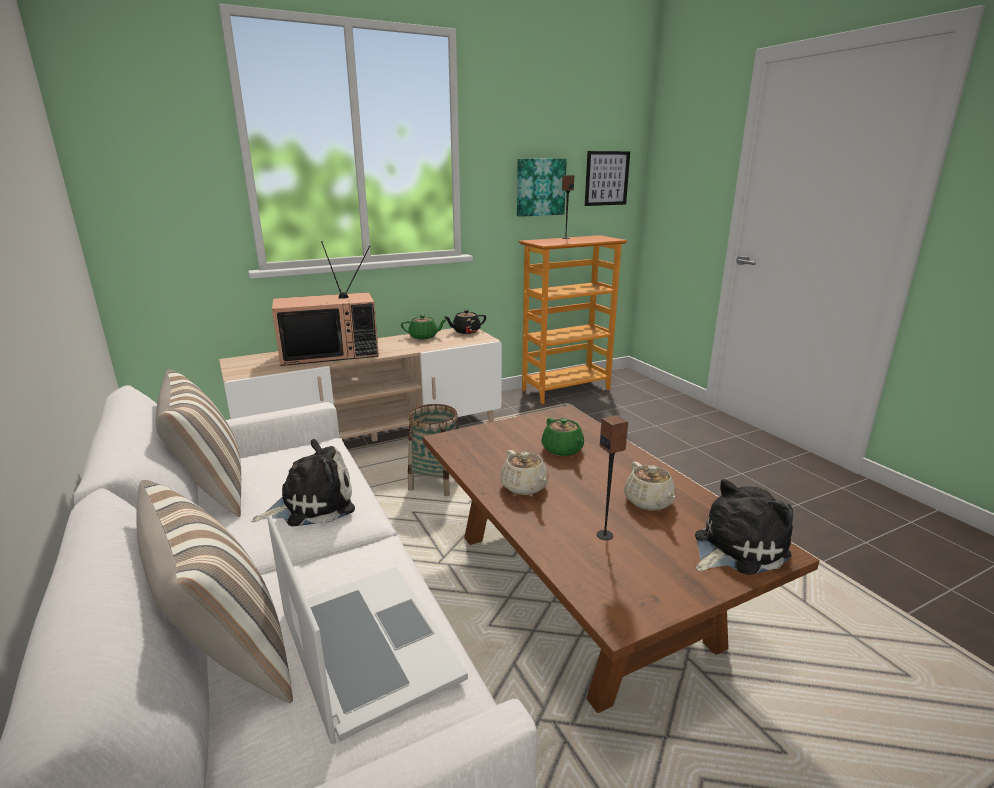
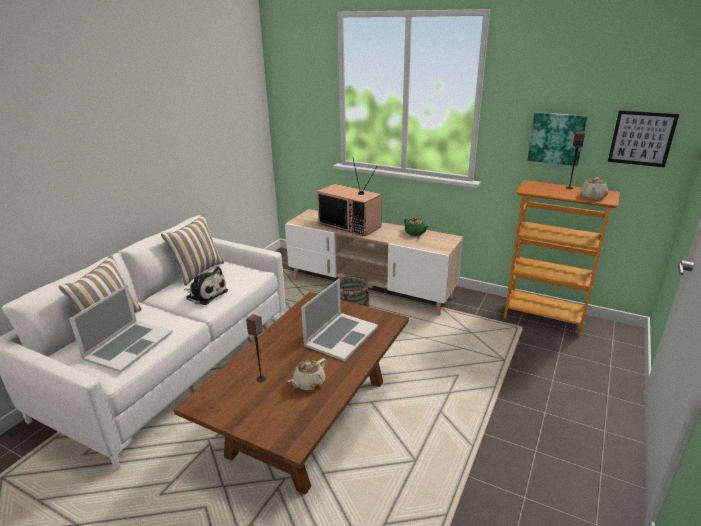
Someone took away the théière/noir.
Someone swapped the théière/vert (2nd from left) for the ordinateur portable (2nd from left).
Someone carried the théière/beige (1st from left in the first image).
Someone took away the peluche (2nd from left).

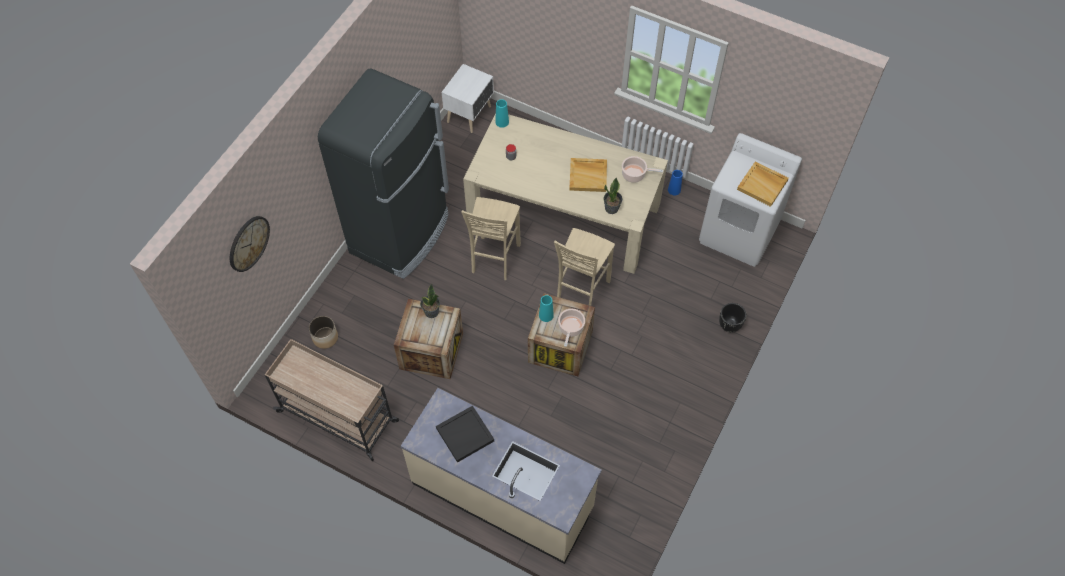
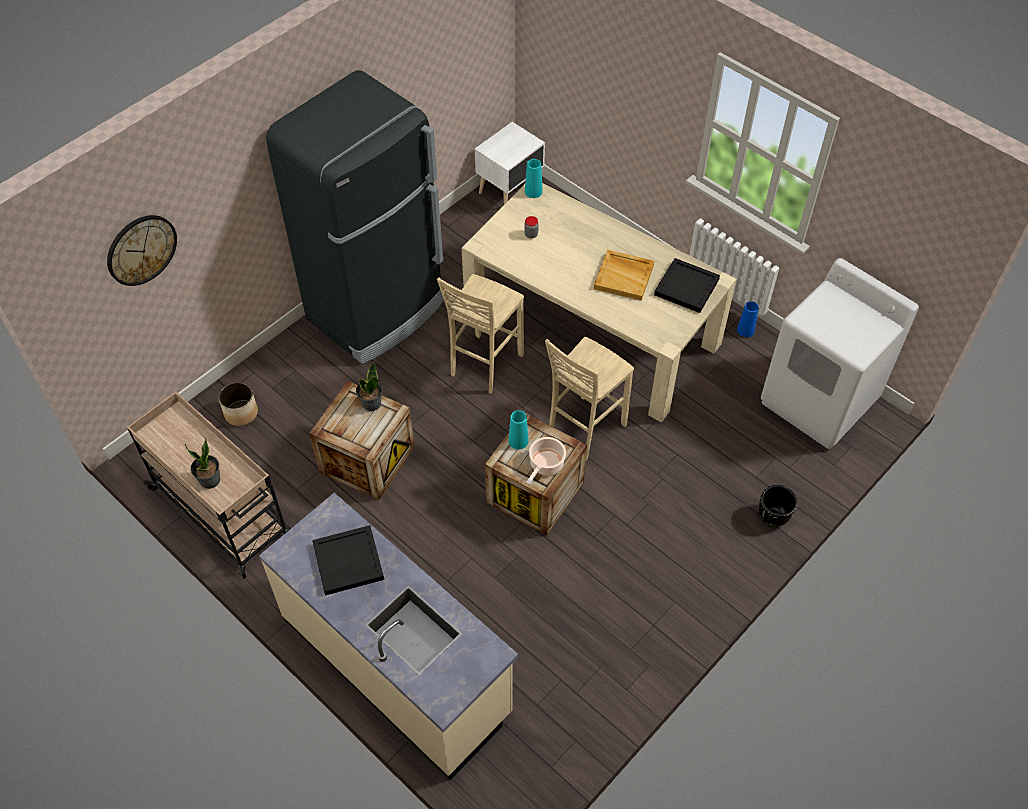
Someone swapped the marmite (2nd from left) for the plateau/noir (2nd from left).
Someone took away the plateau/beige (2nd from left).
Someone carried the plante en pot (2nd from left in the first image).

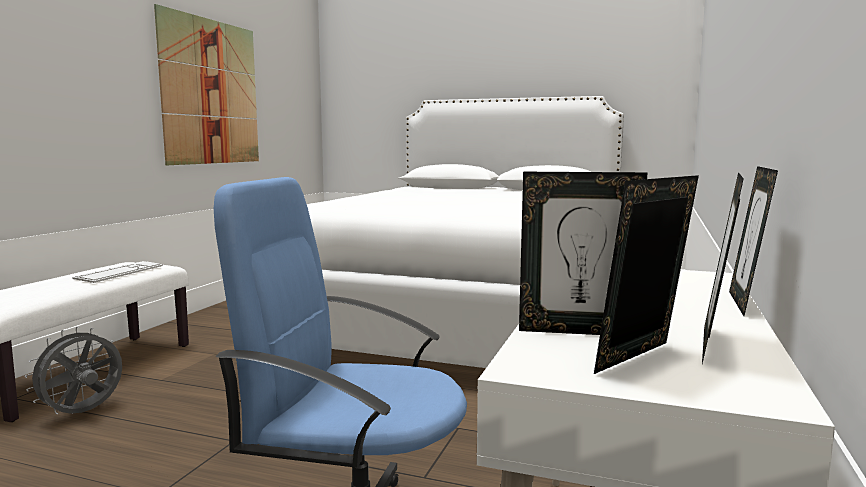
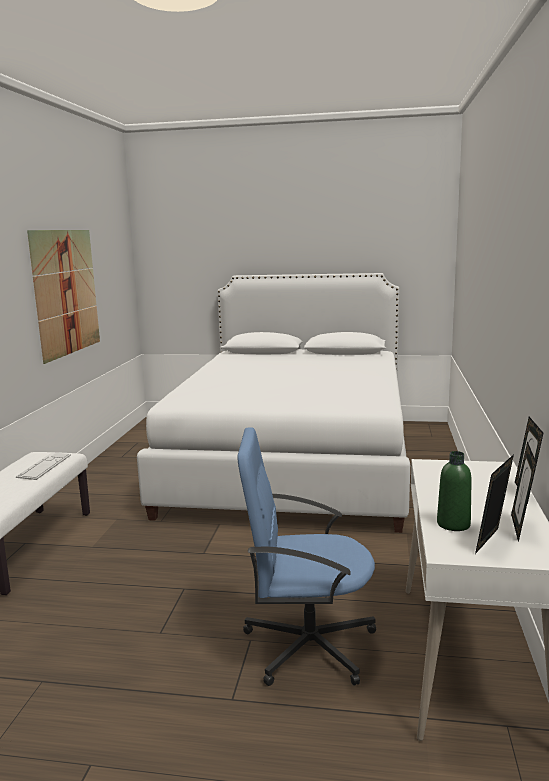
Someone swapped the cadre photo (1st from left) for the bouteille/vert.
Someone took away the ventilateur/gris.

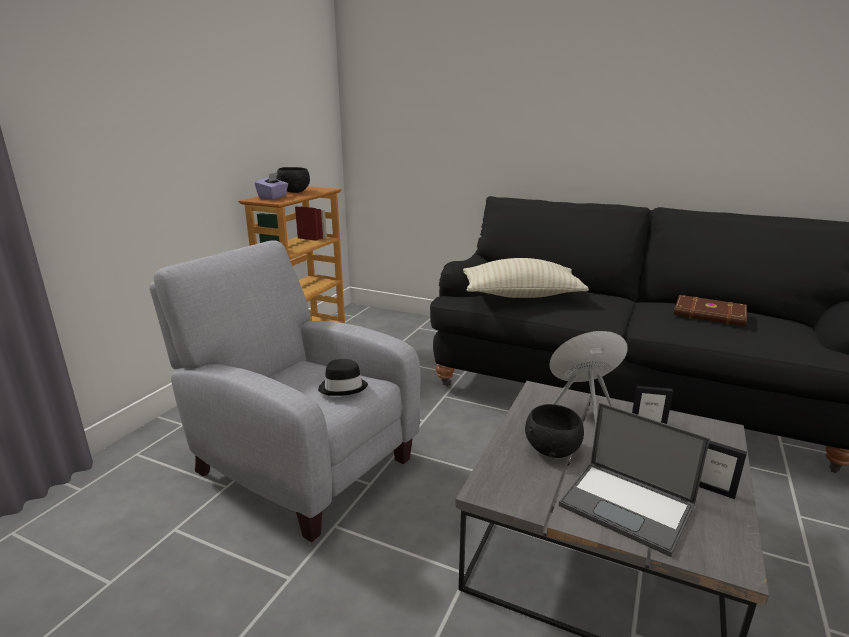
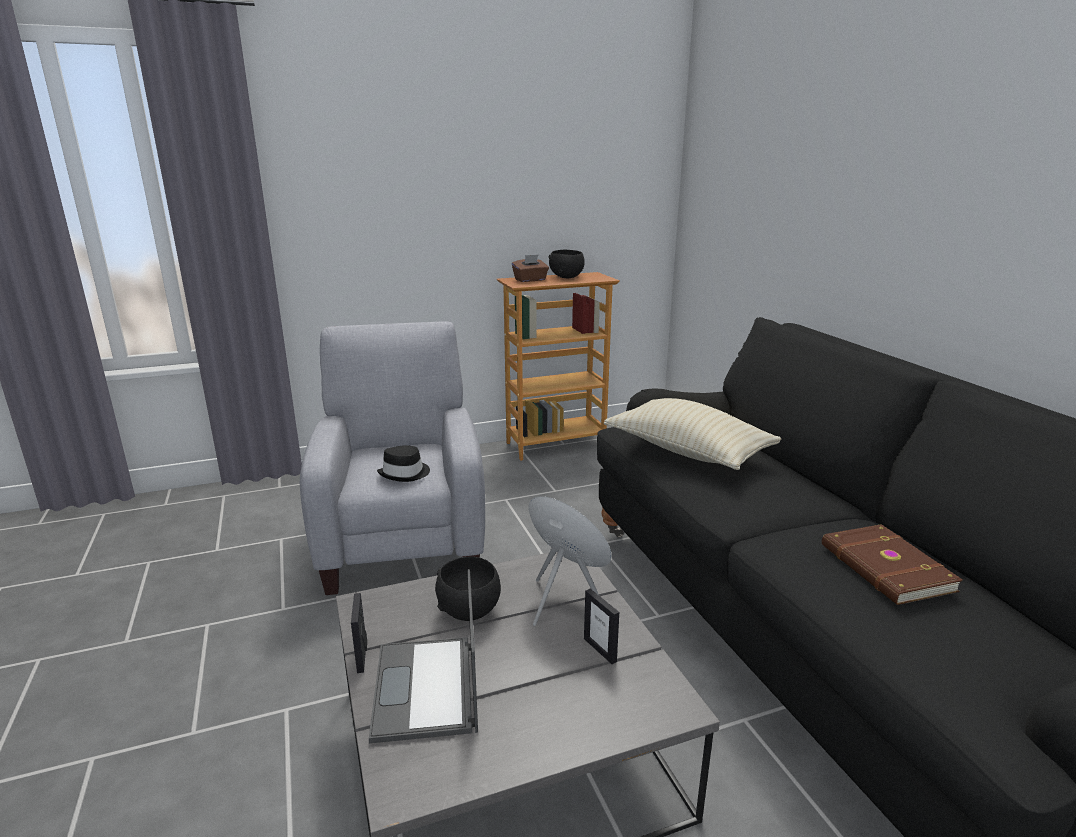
Someone repainted the boîte à mouchoirs/violet, which became the boîte à mouchoirs/marron.
Someone carried the cadre photo (2nd from left in the first image).

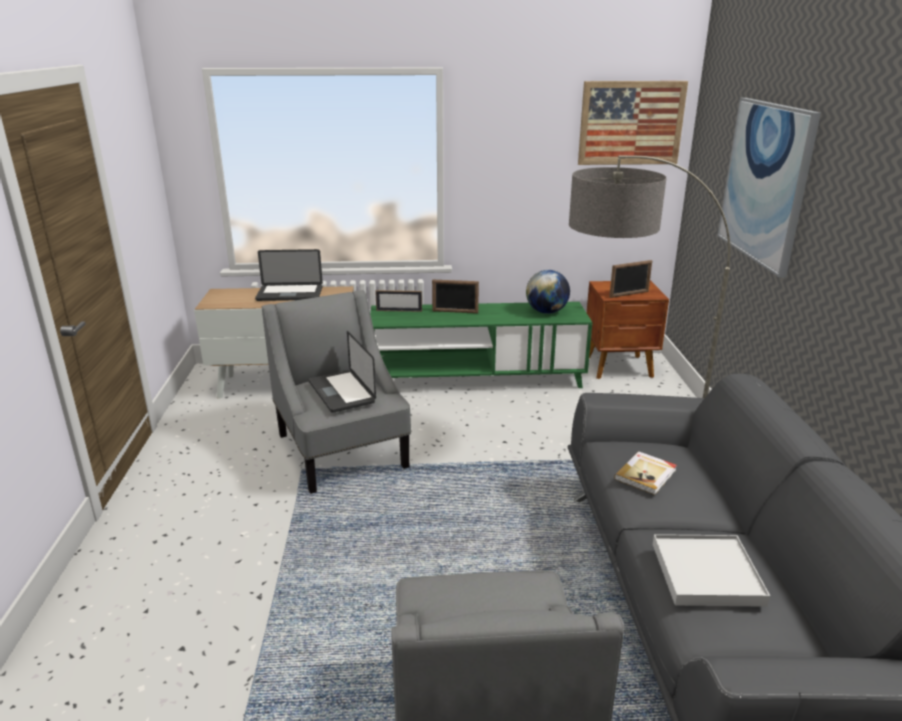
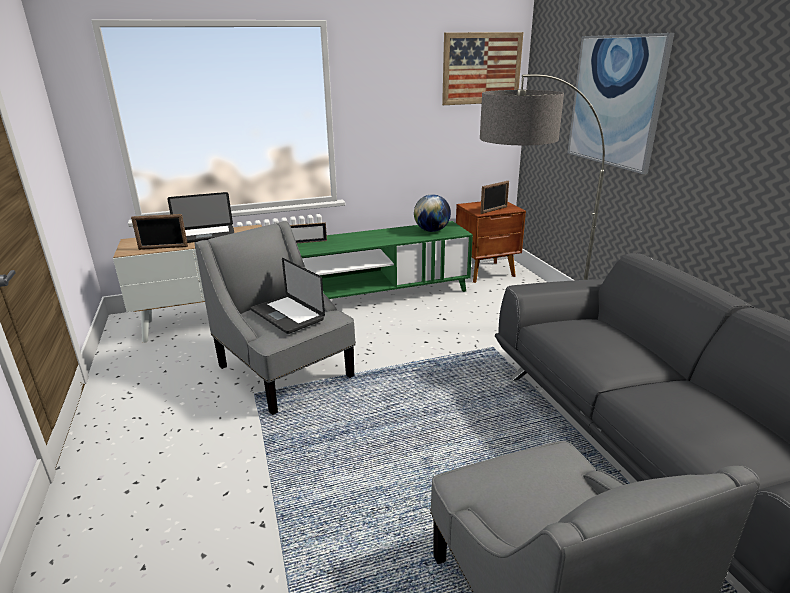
Someone carried the cadre photo (2nd from left in the first image).
Someone took away the livre.
Someone took away the plateau/blanc.

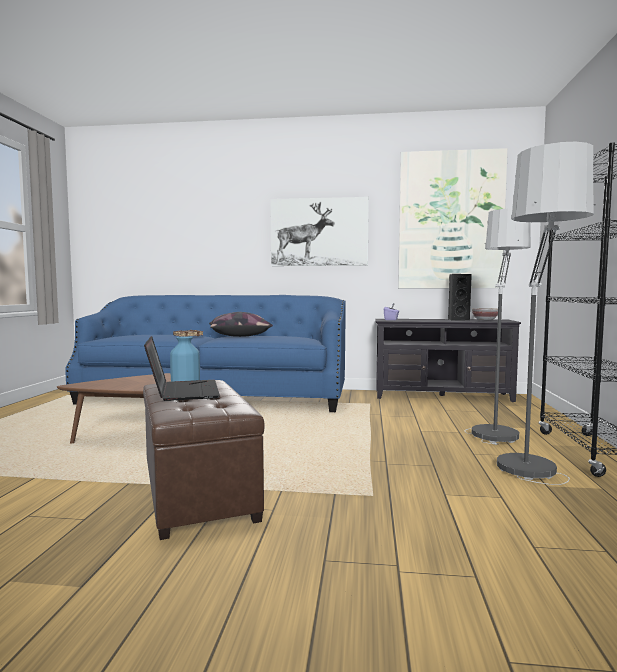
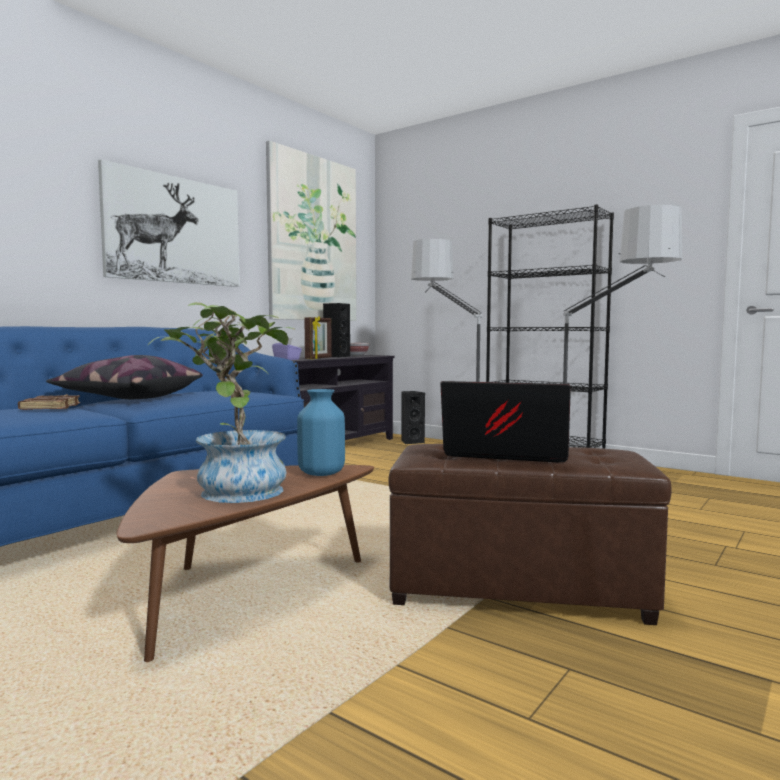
Someone put down the plante en pot.
Someone put down the cadre photo.
Someone put down the enceinte/noir (2nd from left).

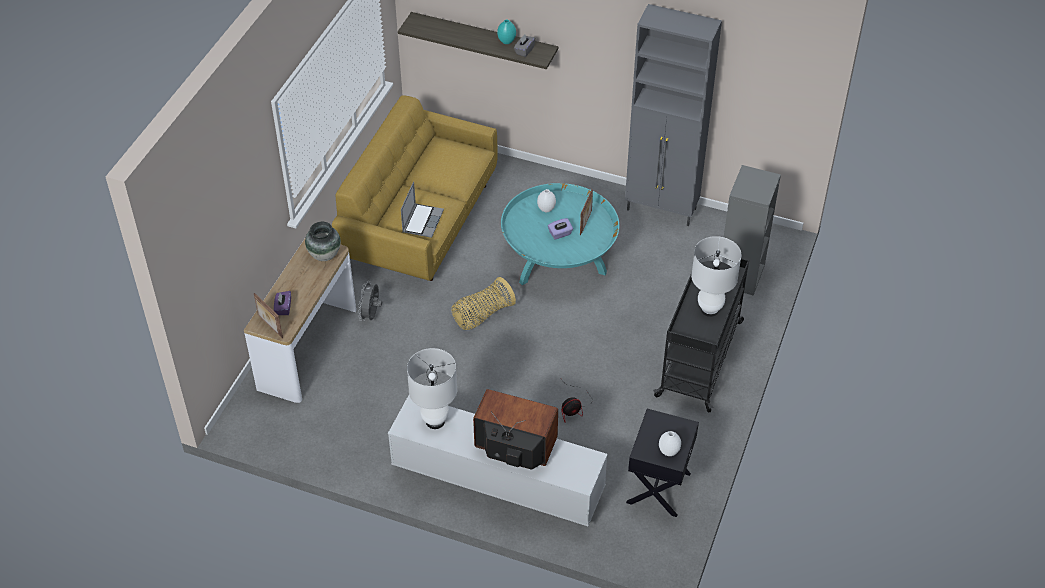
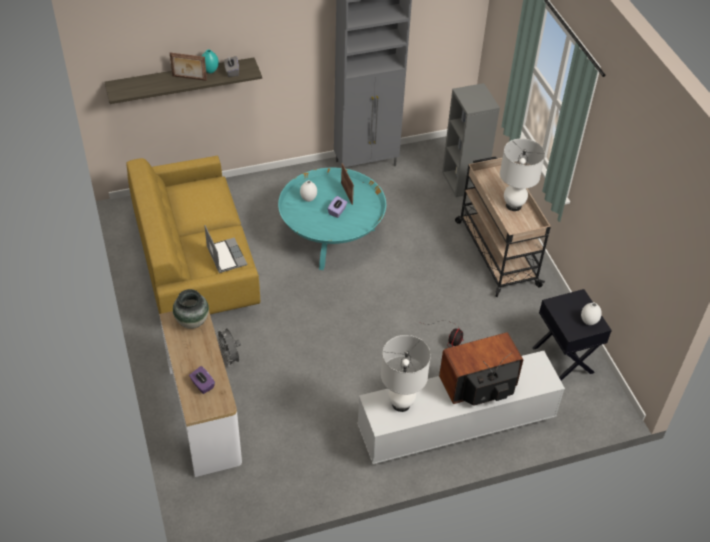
Someone repainted the chariot/noir, which became the chariot/beige.
Someone took away the panier.
Someone carried the cadre photo (1st from left).

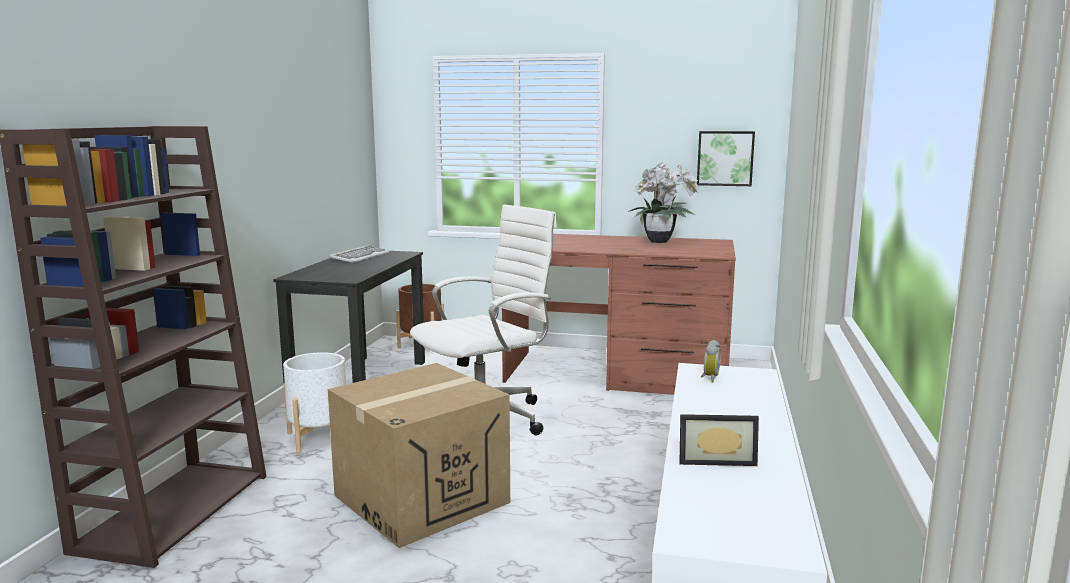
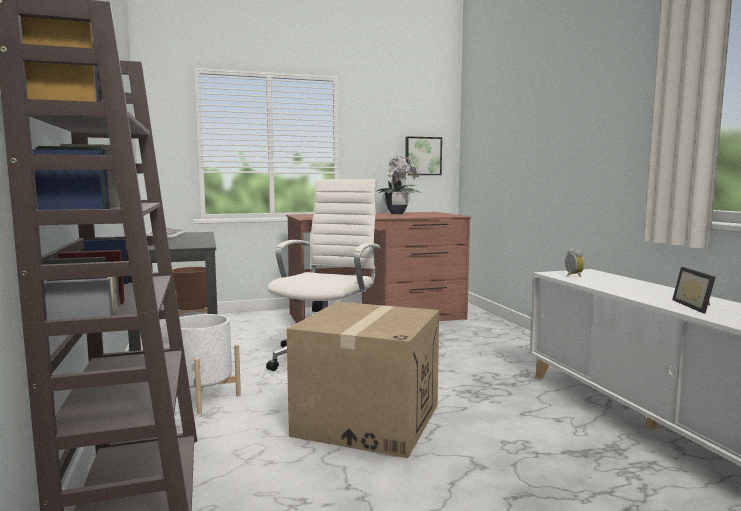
Someone rotated the cadre photo by 120 degrees clockwise.

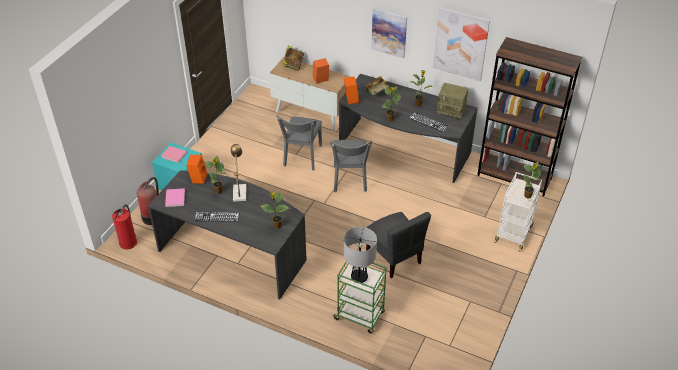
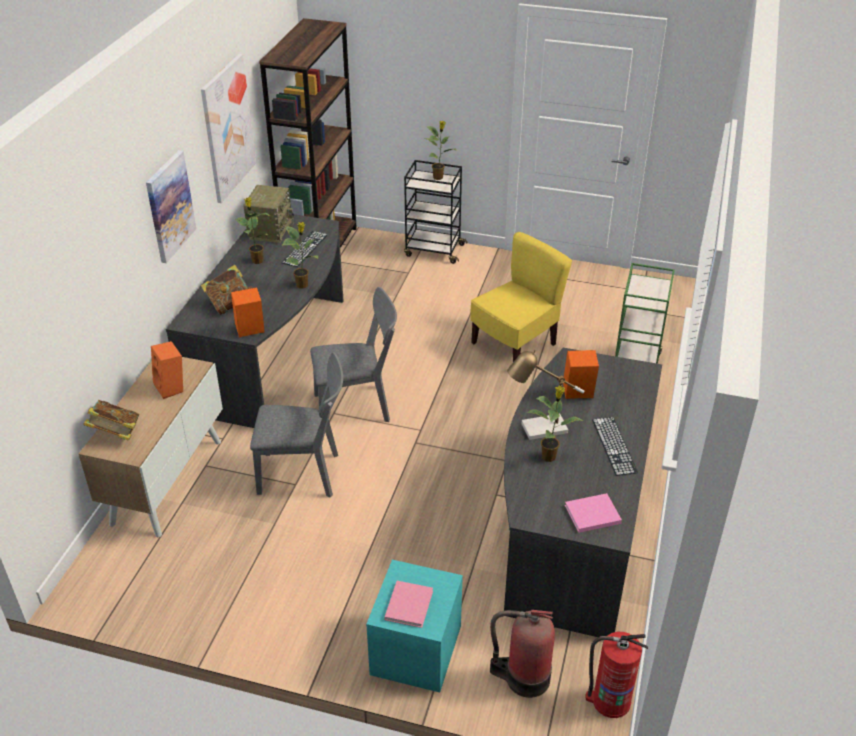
Someone carried the enceinte/orange (1st from left in the first image).
Someone repainted the chariot/blanc, which became the chariot/noir.
Someone took away the plante en pot (2nd from left).
Someone repainted the chaise/gris (3rd from left), which became the chaise/jaune.
Someone took away the lampe de table (2nd from left).

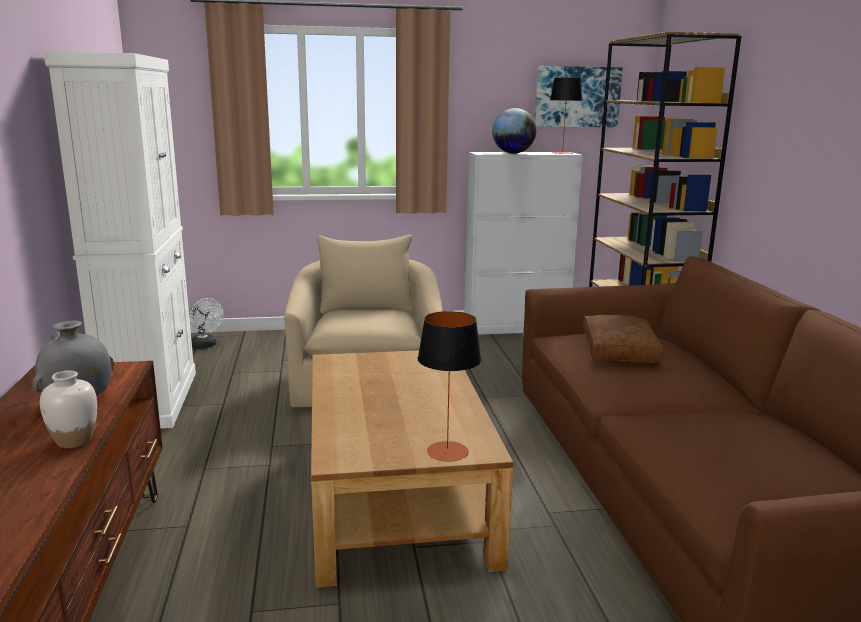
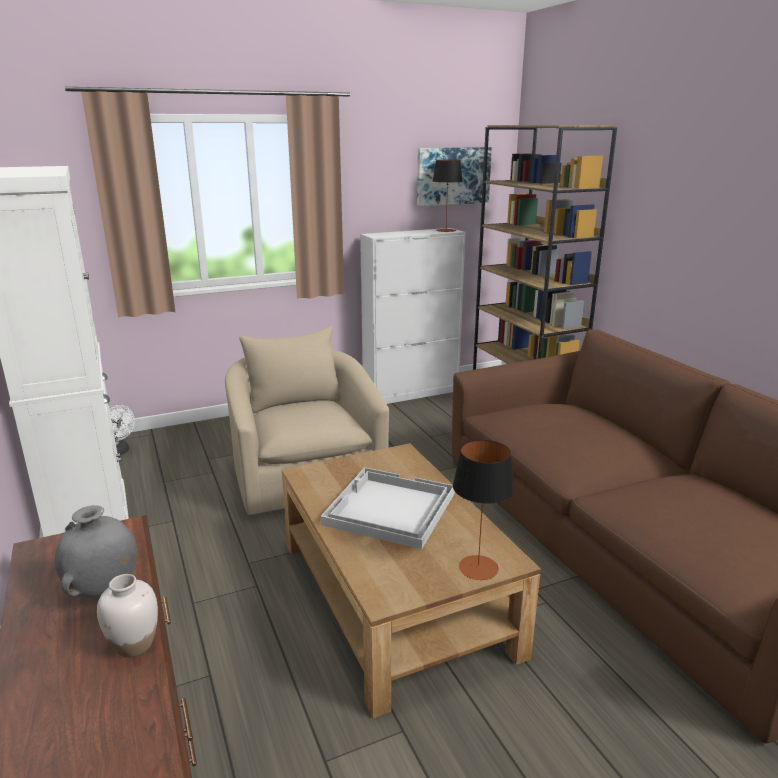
Someone took away the globe.
Someone took away the coussin/marron.
Someone put down the plateau/blanc.

